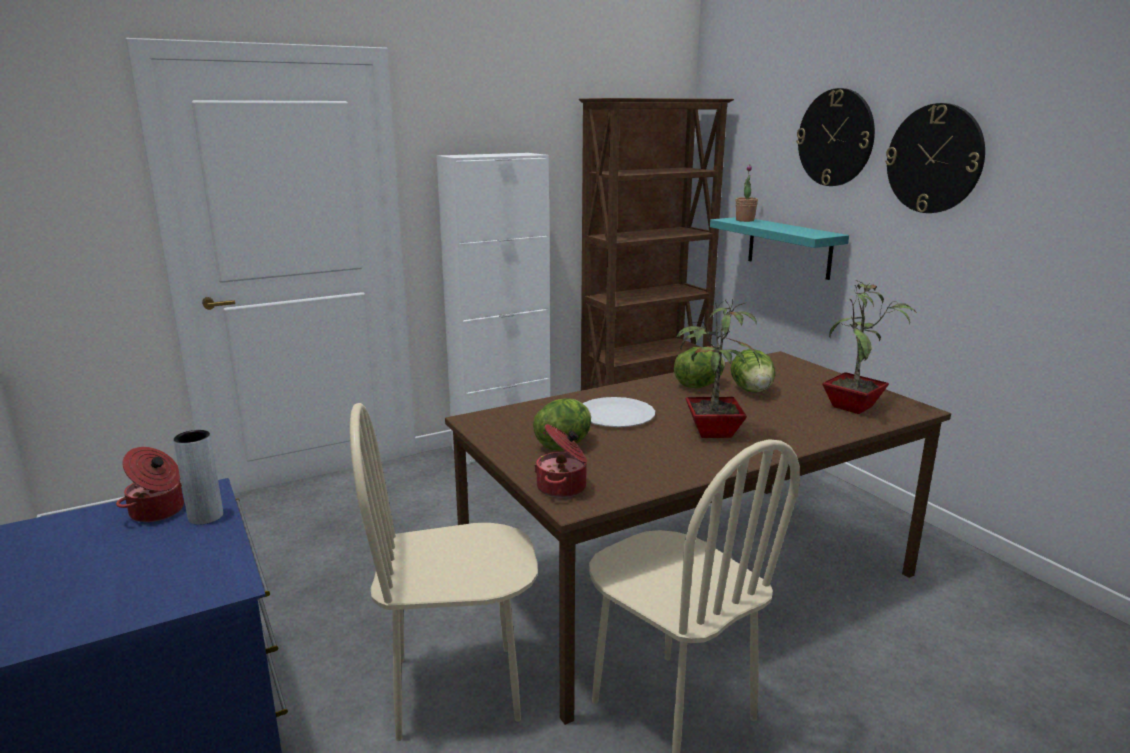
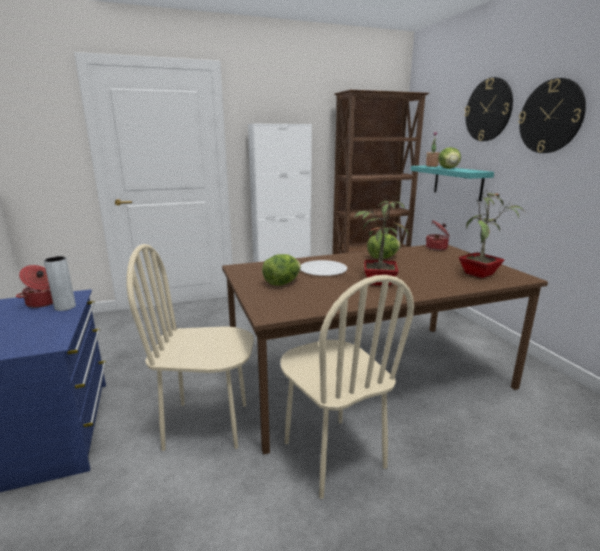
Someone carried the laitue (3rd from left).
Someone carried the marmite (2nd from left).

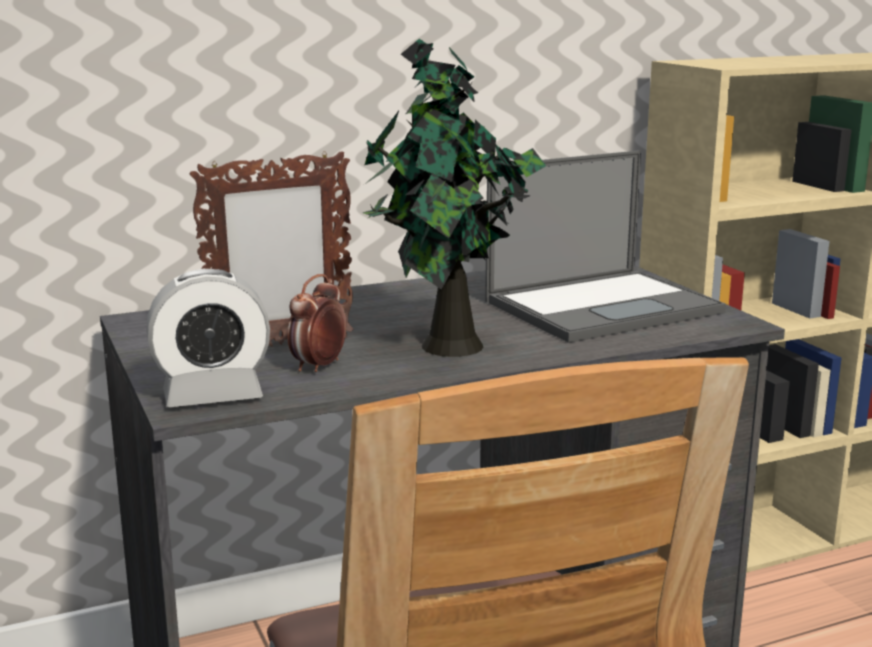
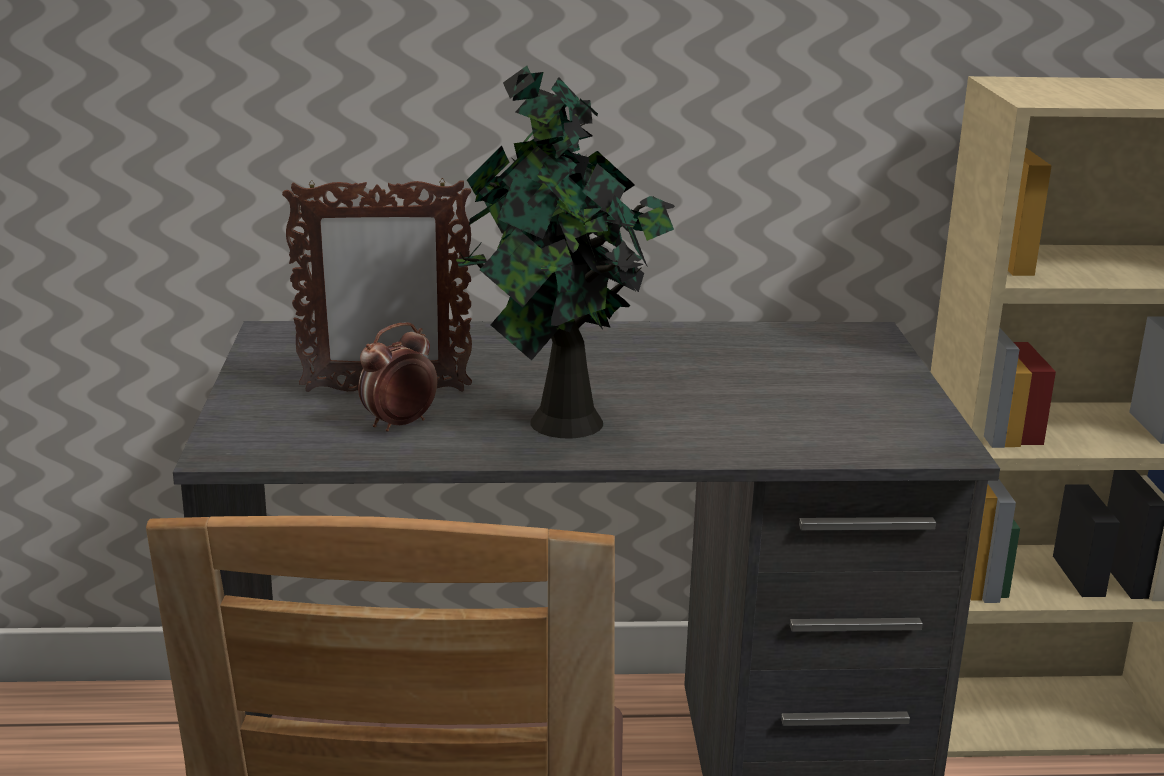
Someone took away the ordinateur portable.
Someone took away the réveil (1st from left).

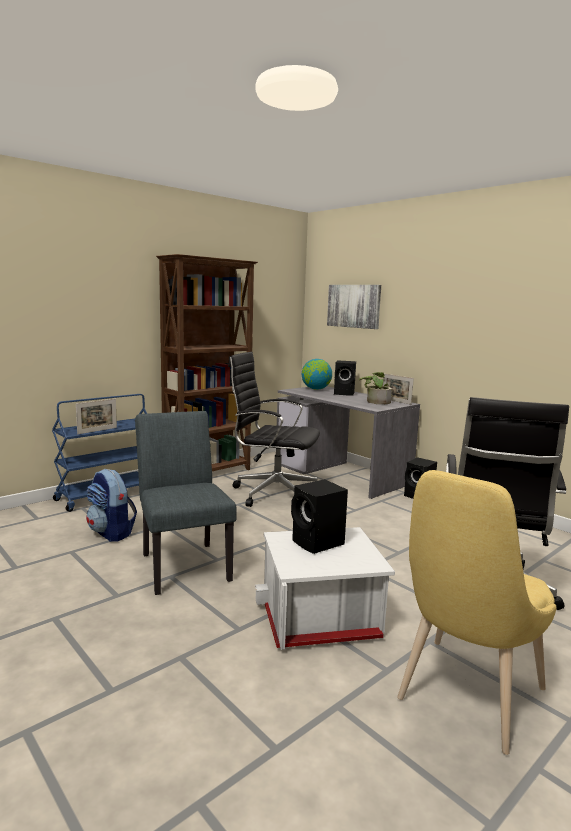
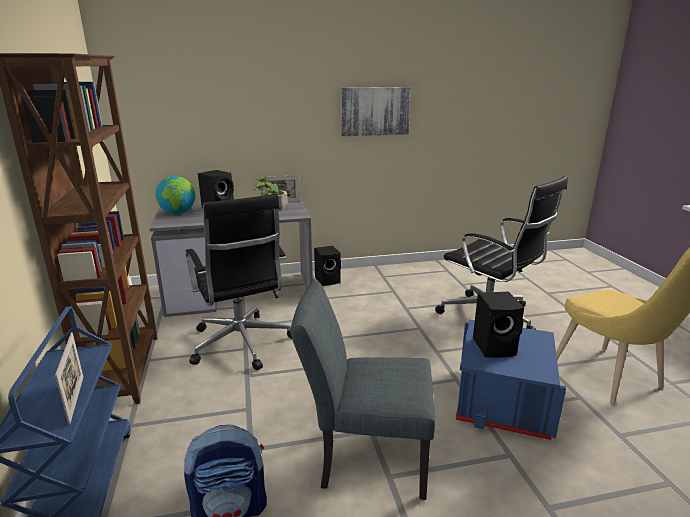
Someone carried the tableau.
Someone rotated the chaise de bureau/noir (1st from left) by 75 degrees counterclockwise.
Someone repainted the boîte de rangement/blanc, which became the boîte de rangement/bleu.

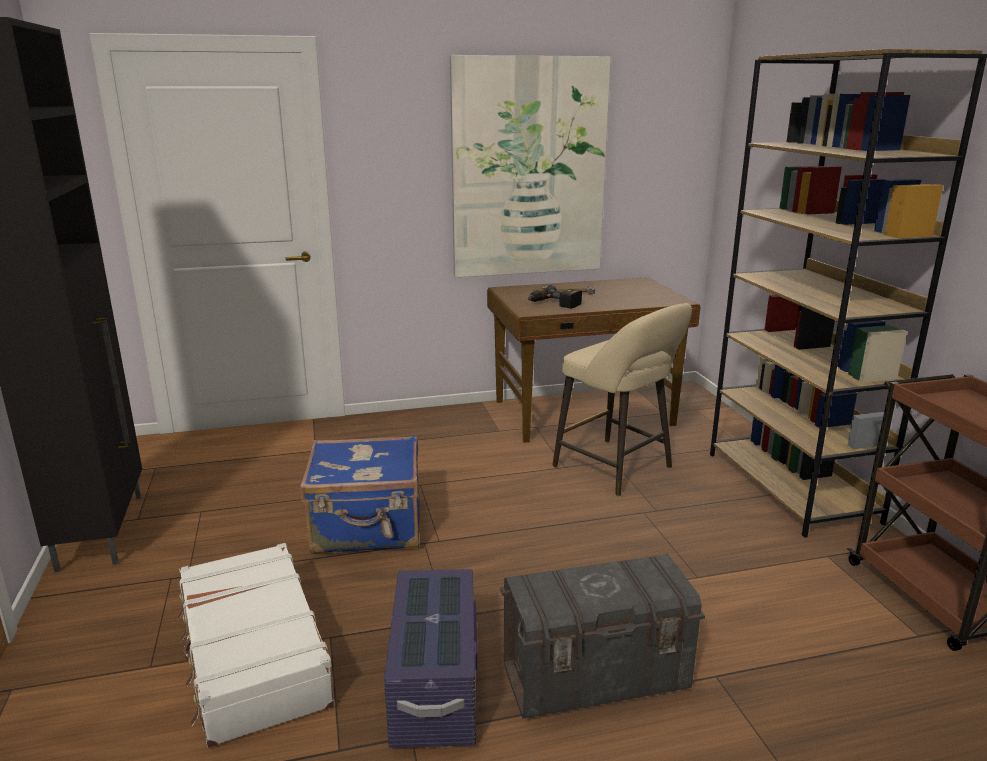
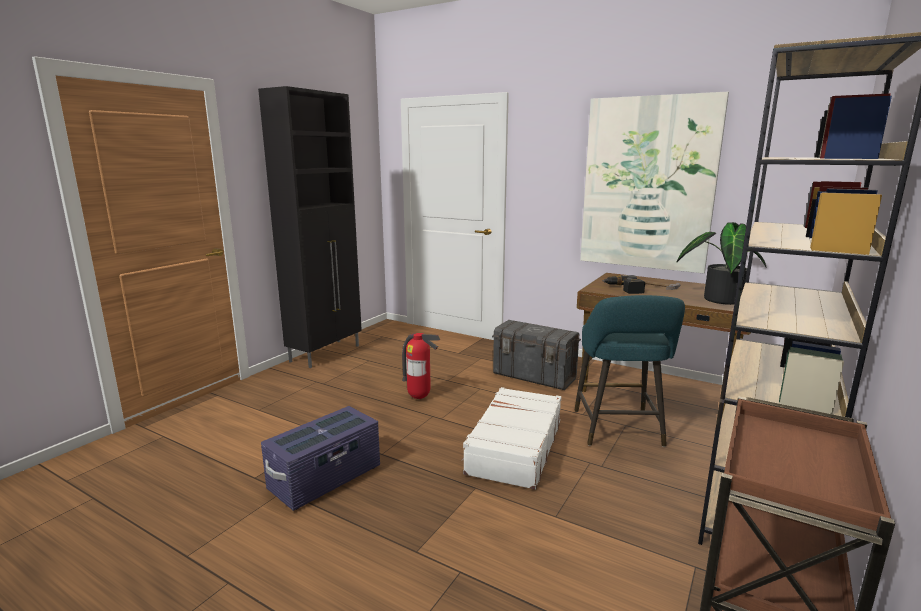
Someone repainted the tabouret/beige, which became the tabouret/turquoise.
Someone swapped the valise/bleu for the extincteur.
Someone carried the valise/blanc.
Someone carried the boîte de rangement/gris.
Someone put down the plante en pot.

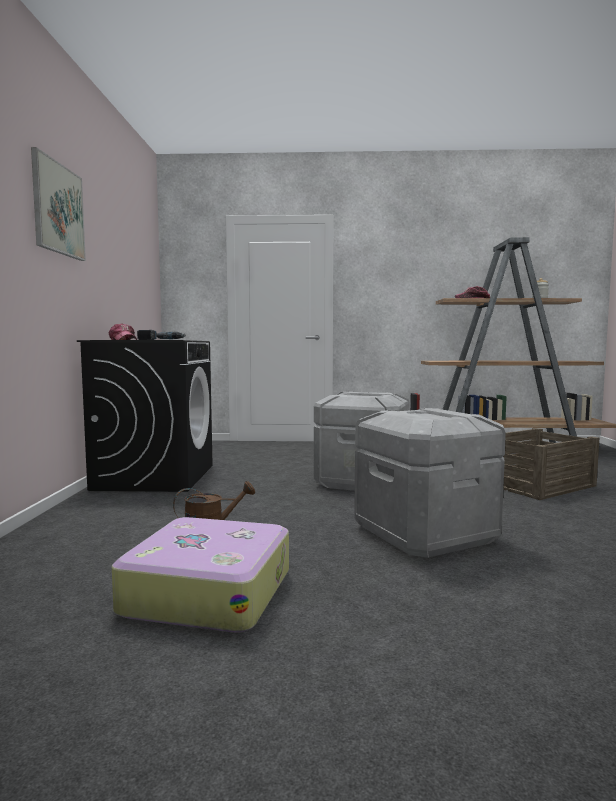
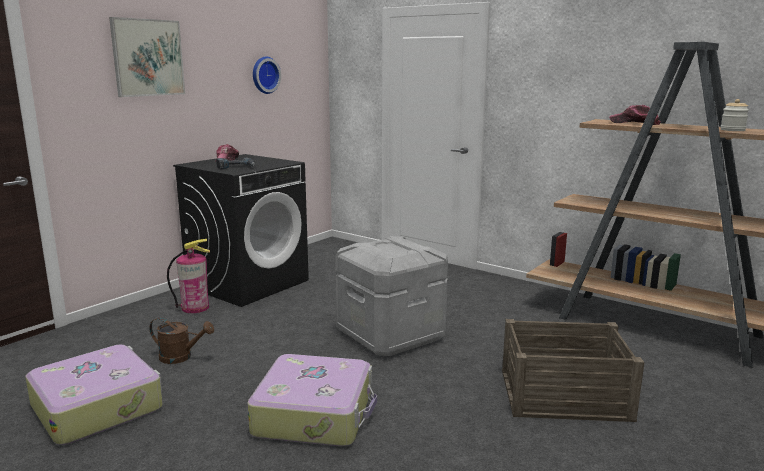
Someone swapped the boîte de rangement/gris (2nd from left) for the valise (2nd from left).
Someone put up the horloge murale.
Someone put down the extincteur.

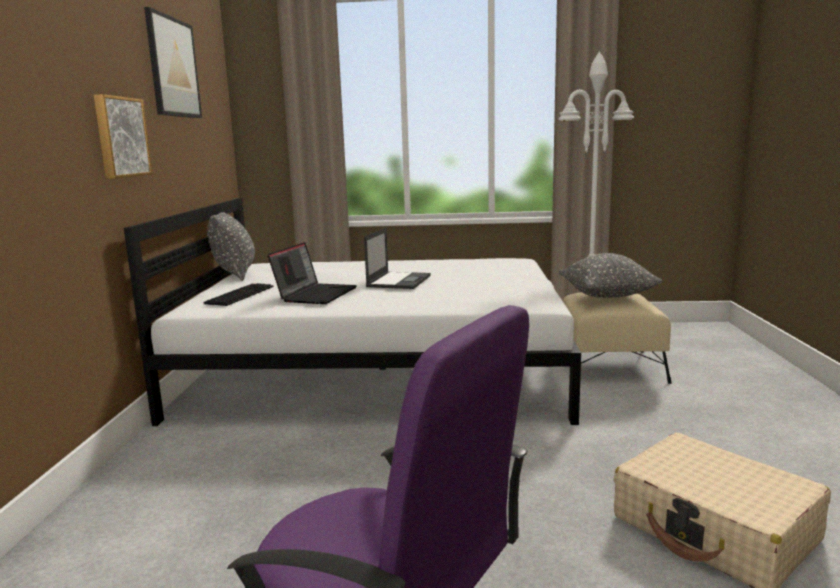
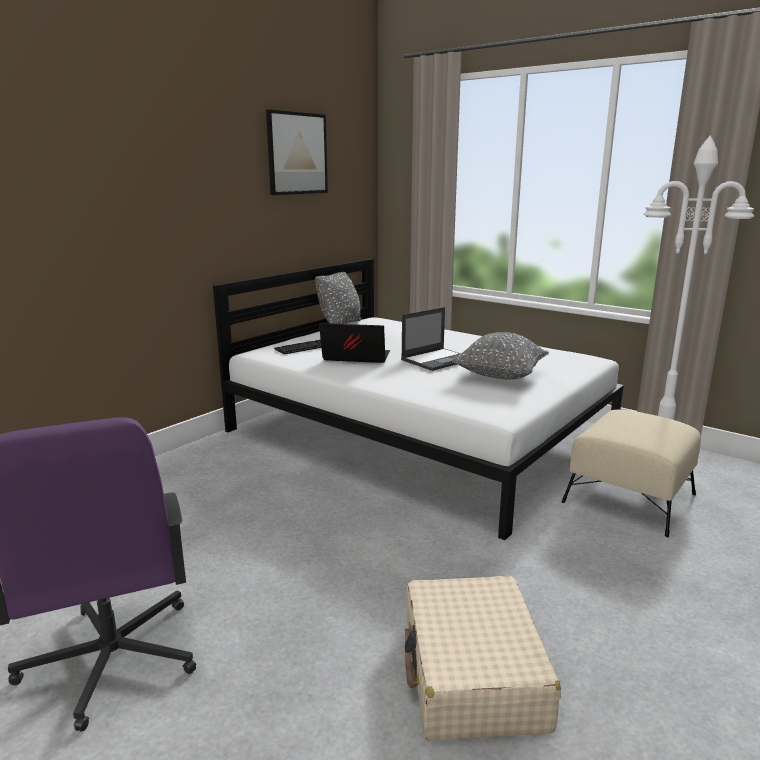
Someone took away the tableau (1st from left).
Someone rotated the ordinateur portable (1st from left) by 135 degrees counterclockwise.
Someone carried the coussin/gris (2nd from left).

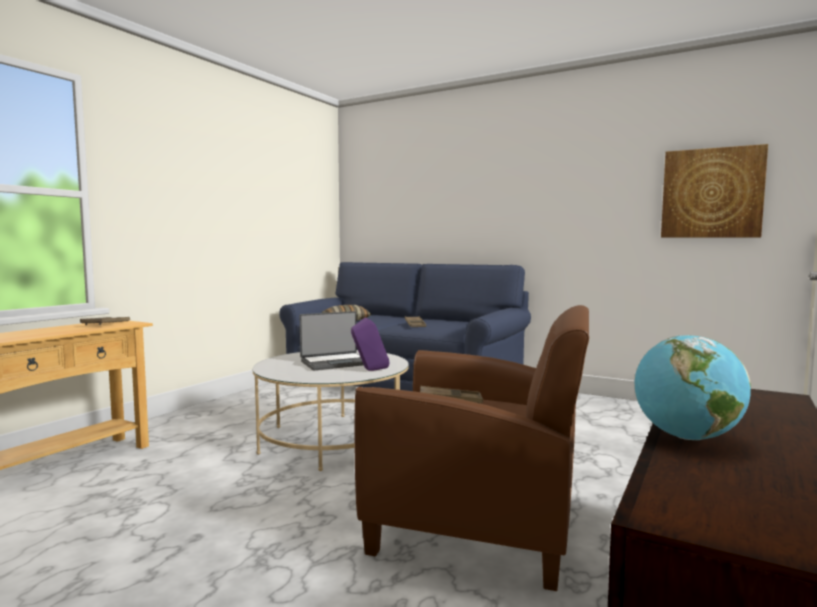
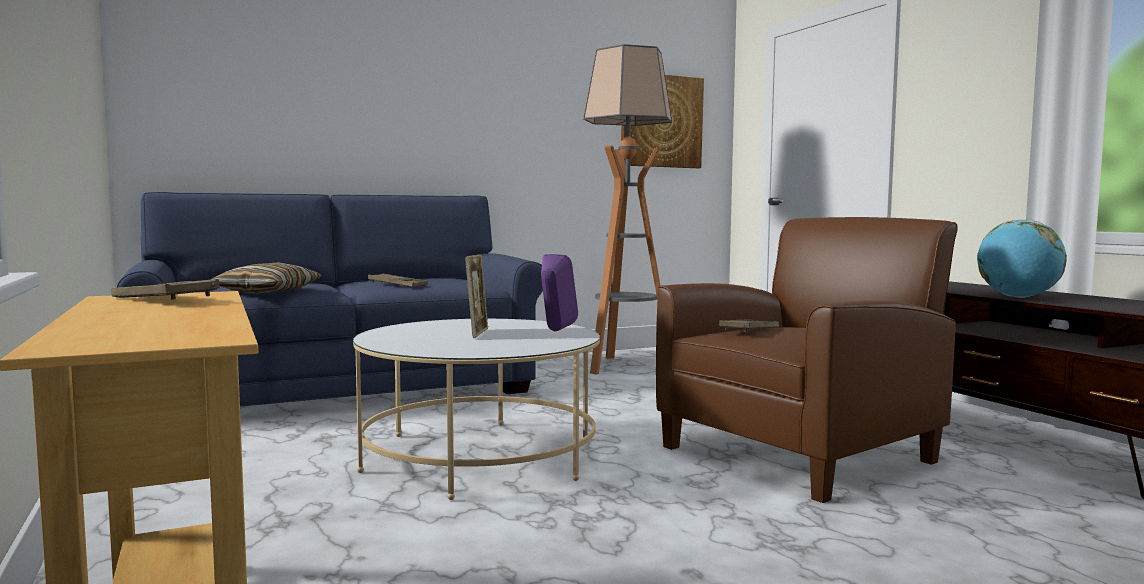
Someone swapped the ordinateur portable for the cadre photo.
Someone put down the lampadaire.

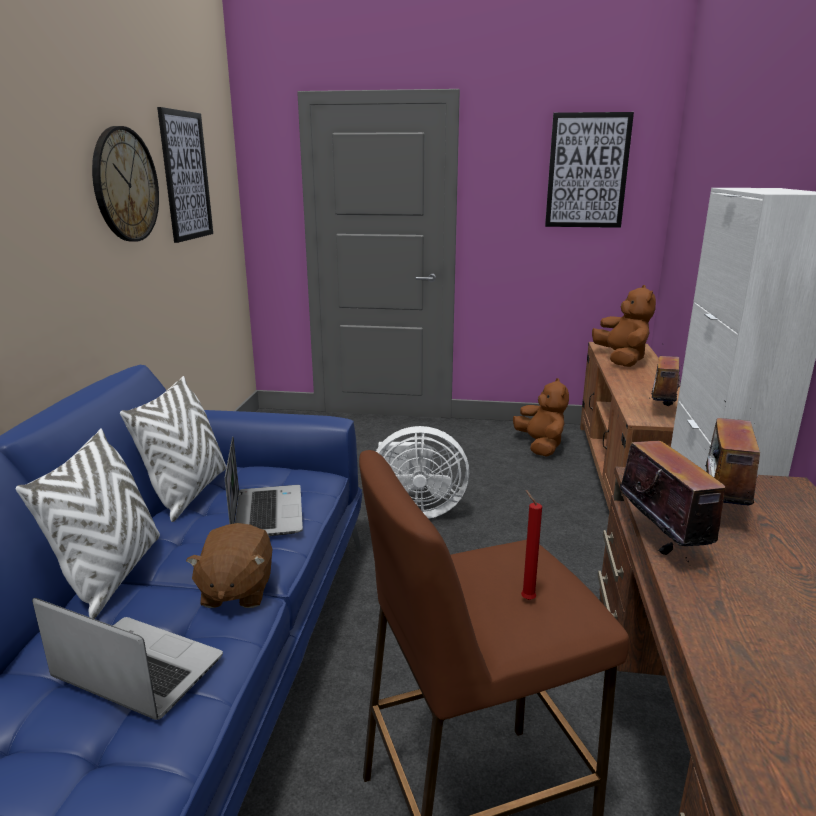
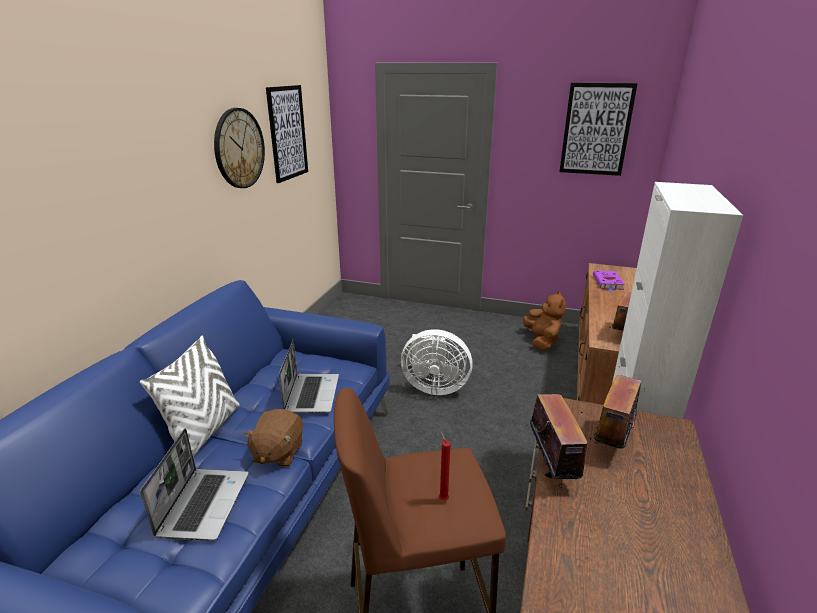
Someone swapped the peluche/marron (3rd from left) for the livre/violet.
Someone took away the coussin/blanc (2nd from left).
Someone rotated the ordinateur portable (1st from left) by 60 degrees clockwise.

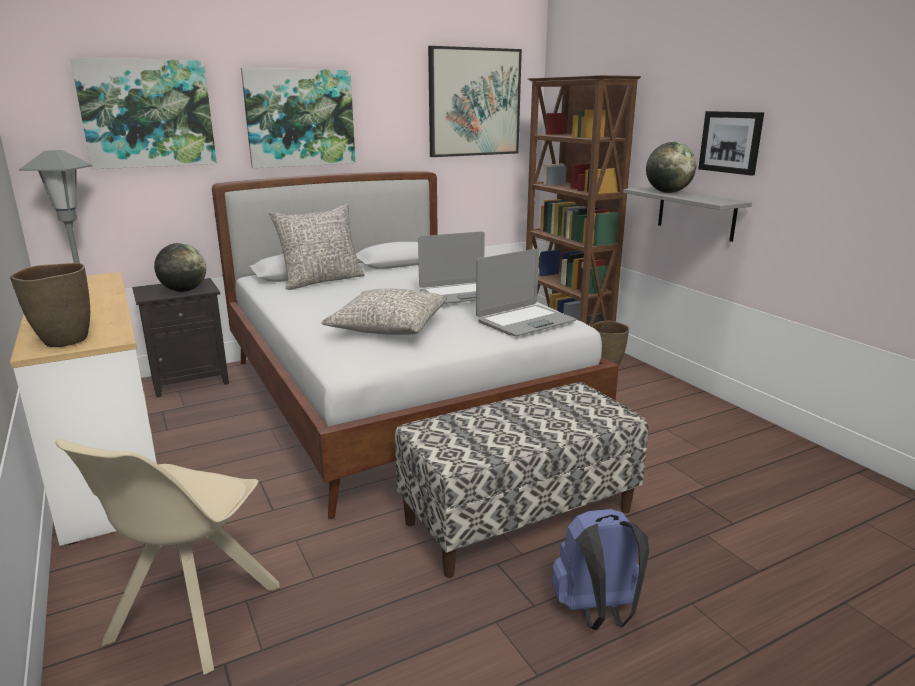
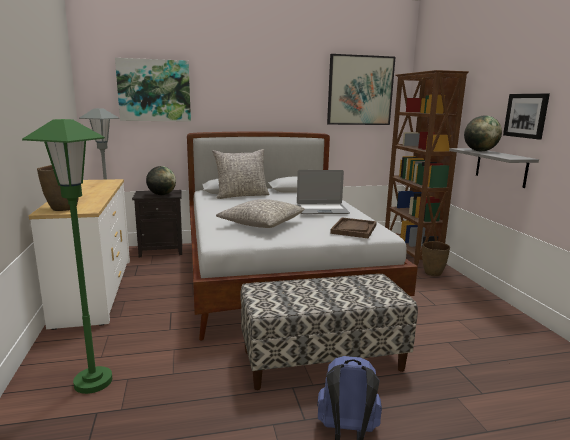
Someone took away the tableau (2nd from left).
Someone swapped the ordinateur portable (2nd from left) for the plateau/marron.
Someone swapped the chaise/beige for the lampadaire/vert.

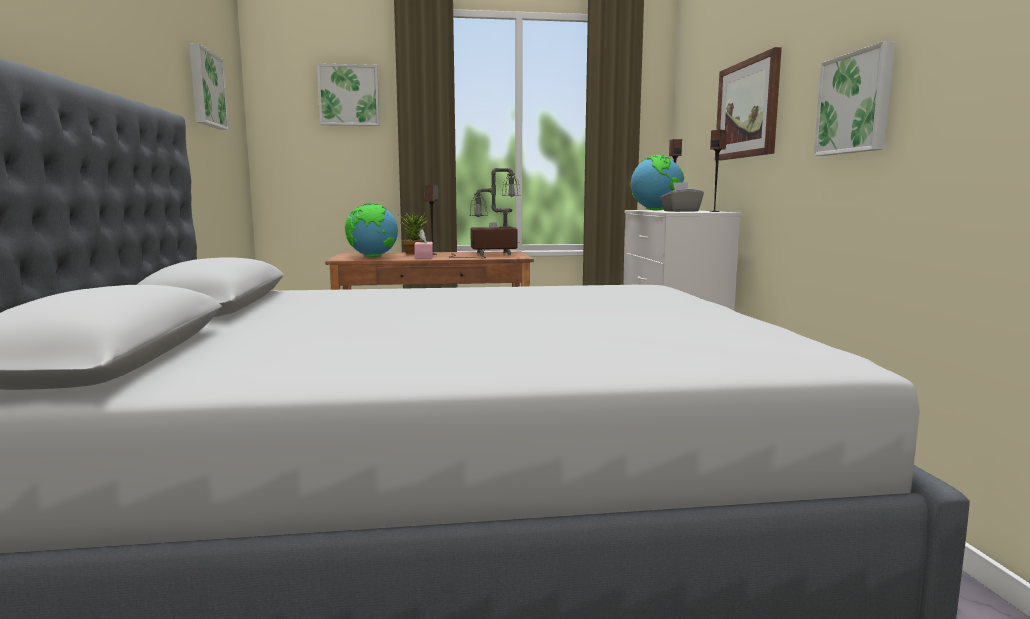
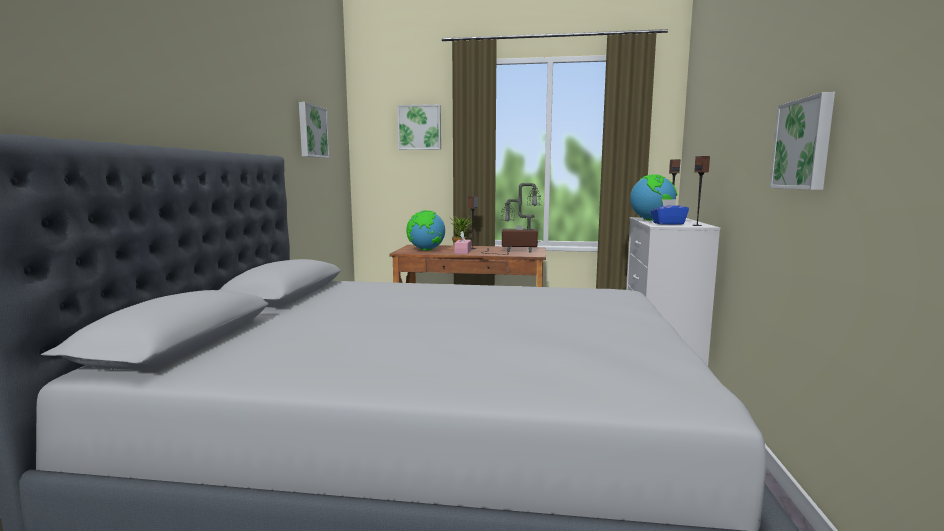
Someone took away the tableau (3rd from left).
Someone repainted the boîte à mouchoirs/gris, which became the boîte à mouchoirs/bleu.

